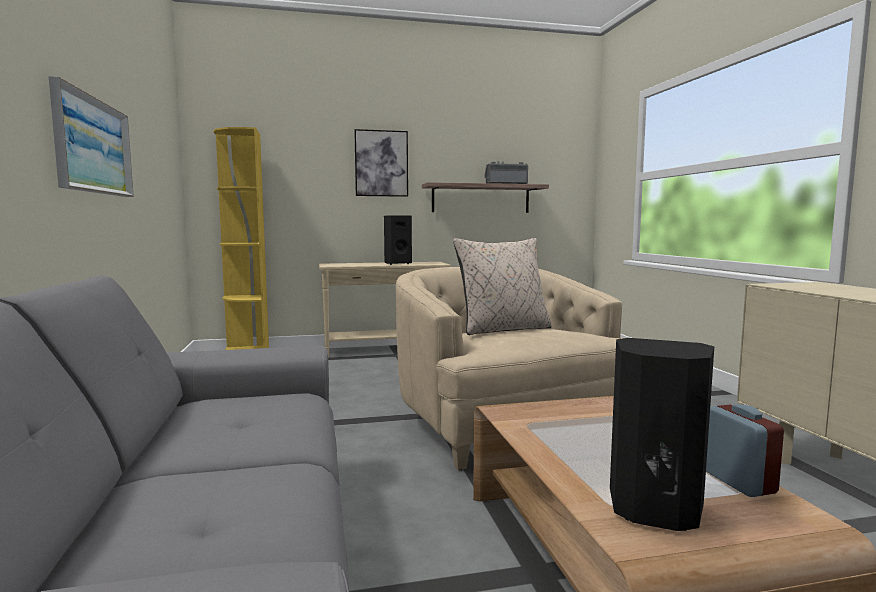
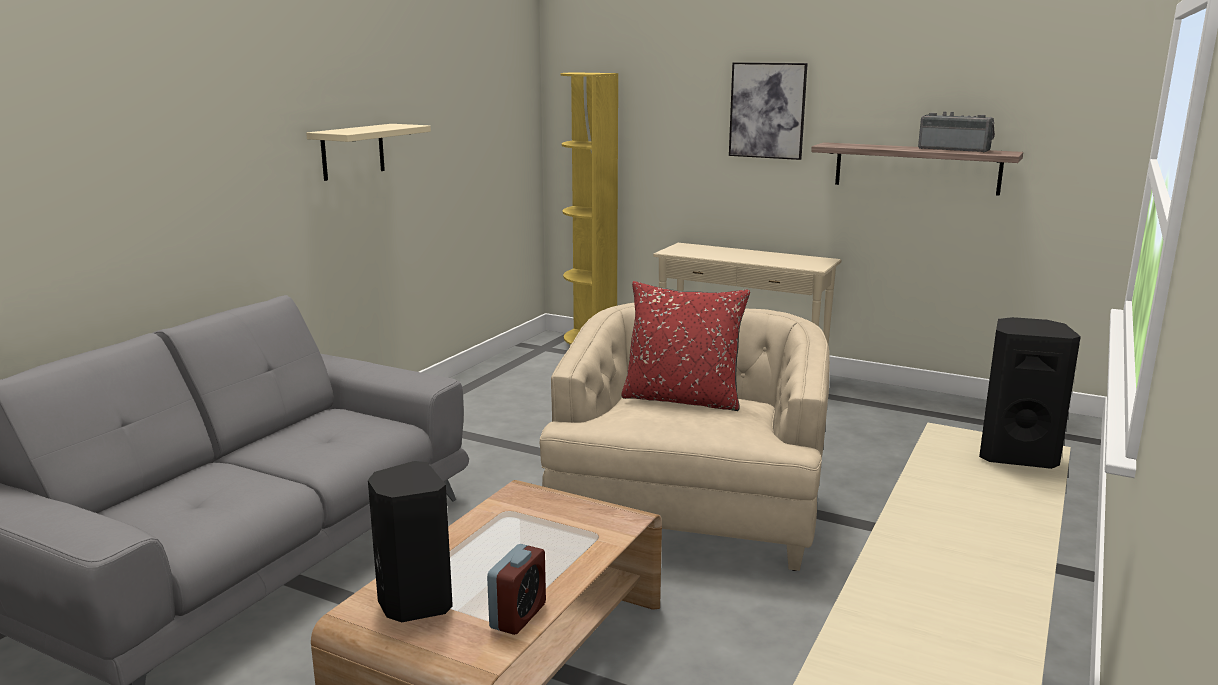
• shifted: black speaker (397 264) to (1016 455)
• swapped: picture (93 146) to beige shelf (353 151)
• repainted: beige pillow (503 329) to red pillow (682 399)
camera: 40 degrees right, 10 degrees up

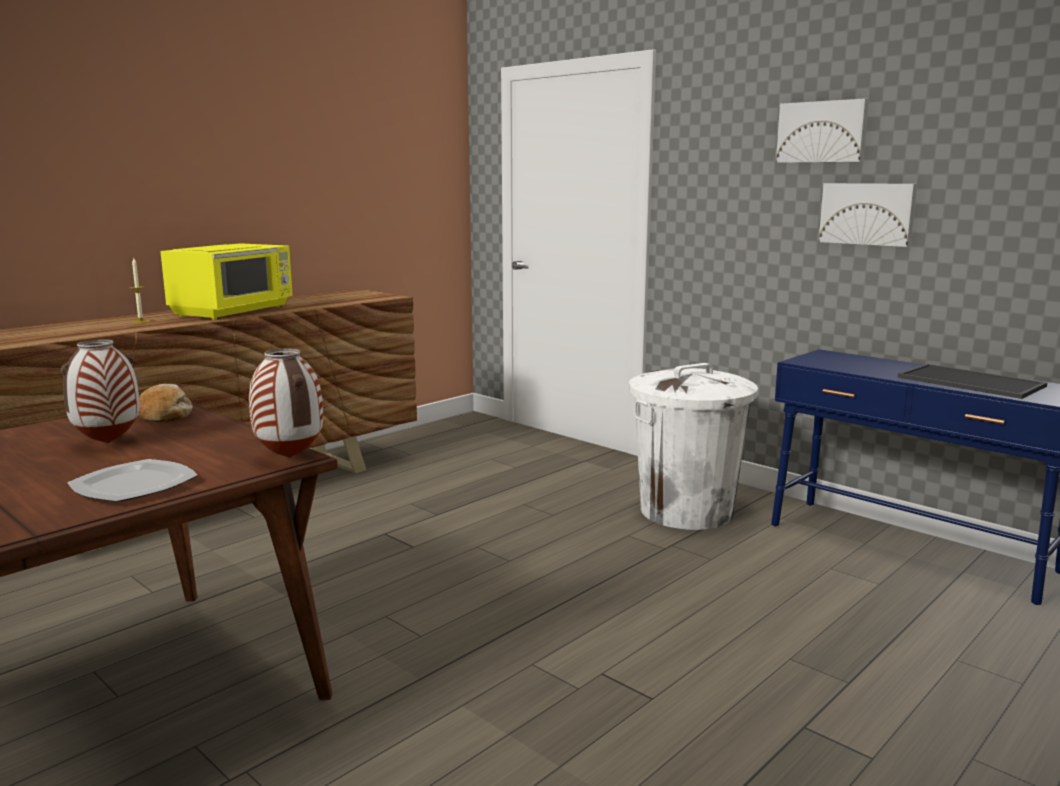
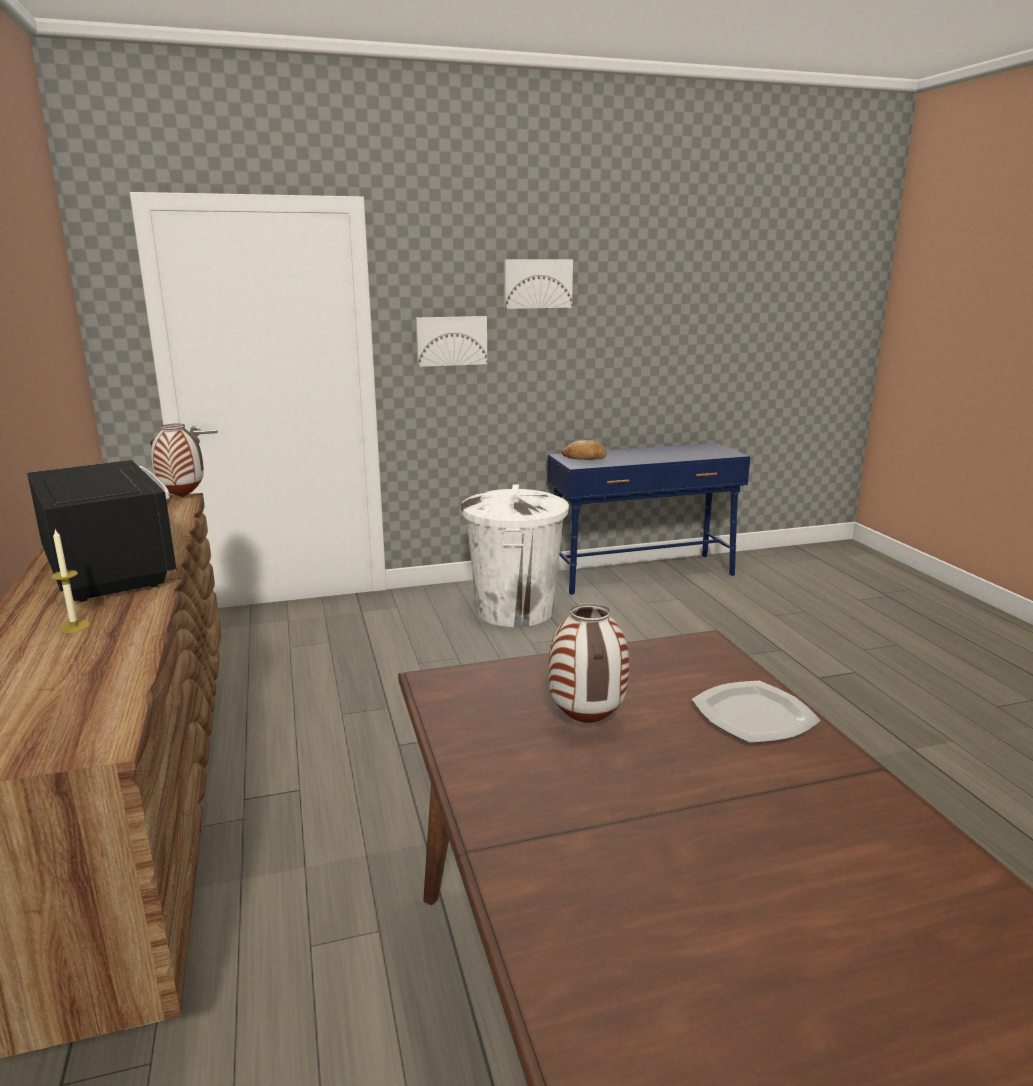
• gone: tray (972 382)
• shifted: bread (165 415) to (584 457)
• shifted: vase (288 457) to (181 497)
• shifted: picture (867 214) to (451 340)
• repainted: yellow microwave (234 311) to black microwave (110 570)
camera: 60 degrees left, 5 degrees up

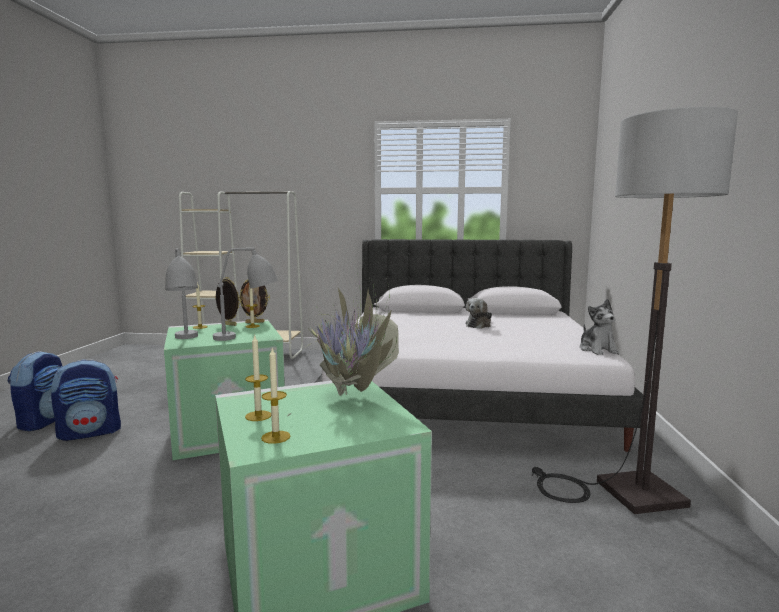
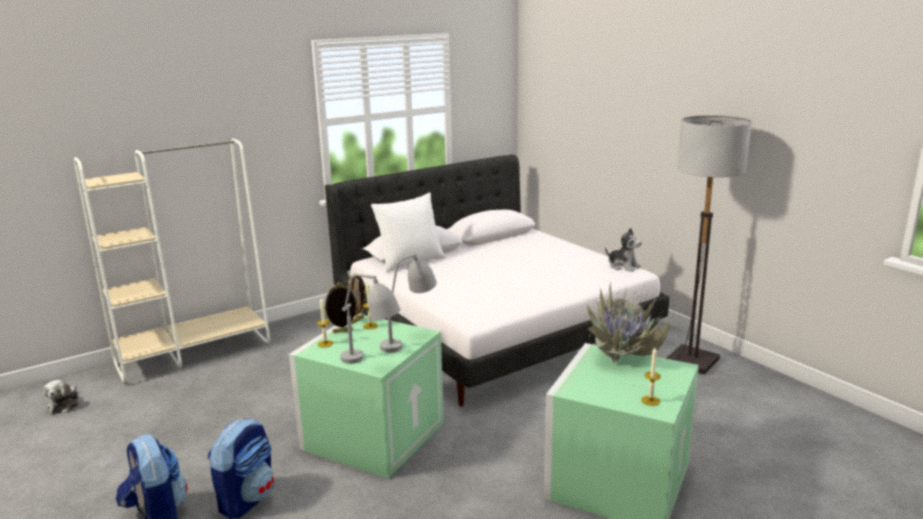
• gone: candle (258 416)
• new: white pillow (410 261)
• shifted: plush toy (479 325) to (65 404)
camera: 40 degrees left, 10 degrees up

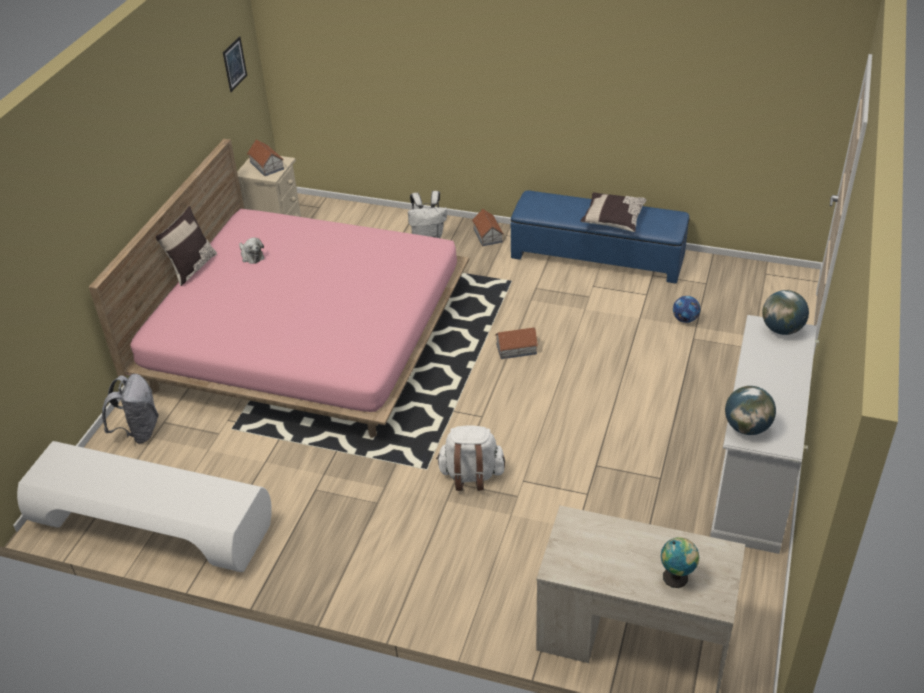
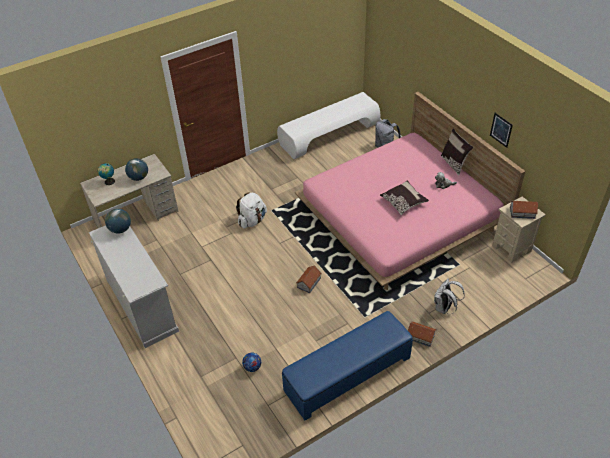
• shifted: picture (234 64) to (501 130)
• shifted: pillow (613 219) to (403 202)
• shifted: globe (782 329) to (139 178)
camera: 130 degrees right, 5 degrees up

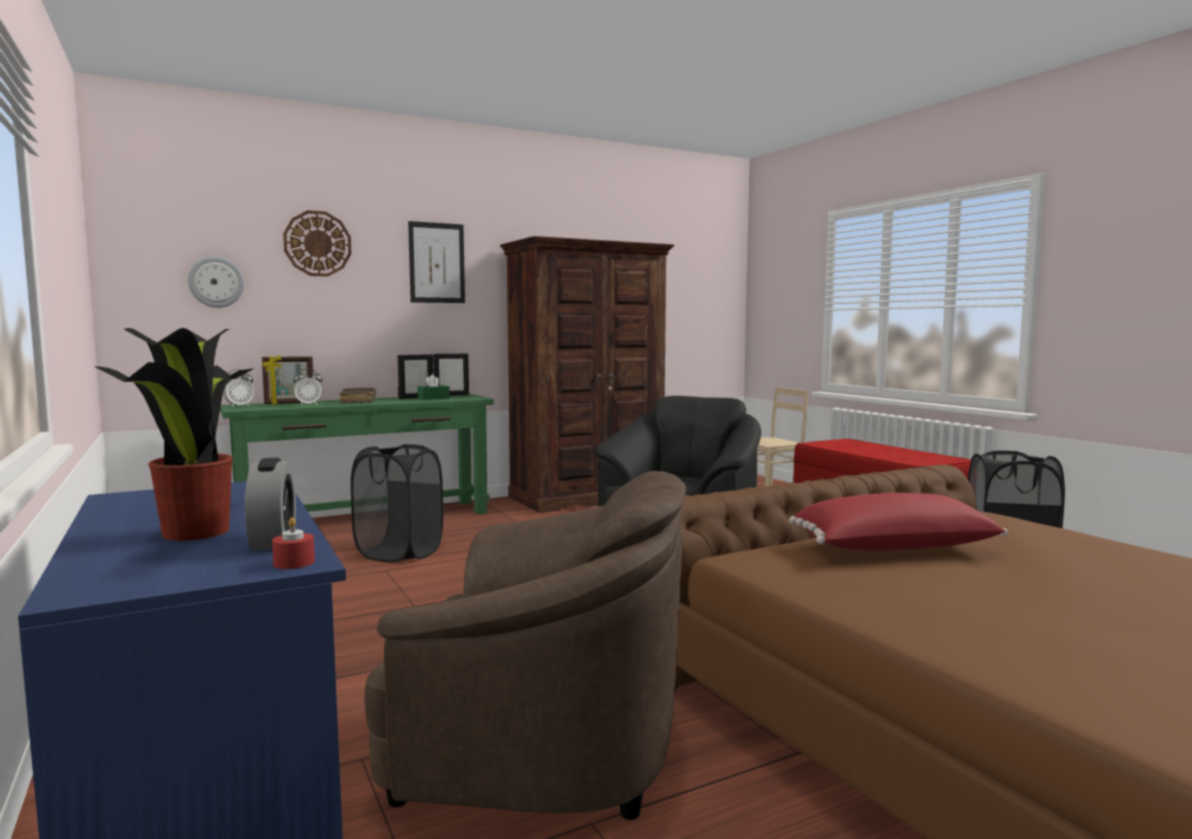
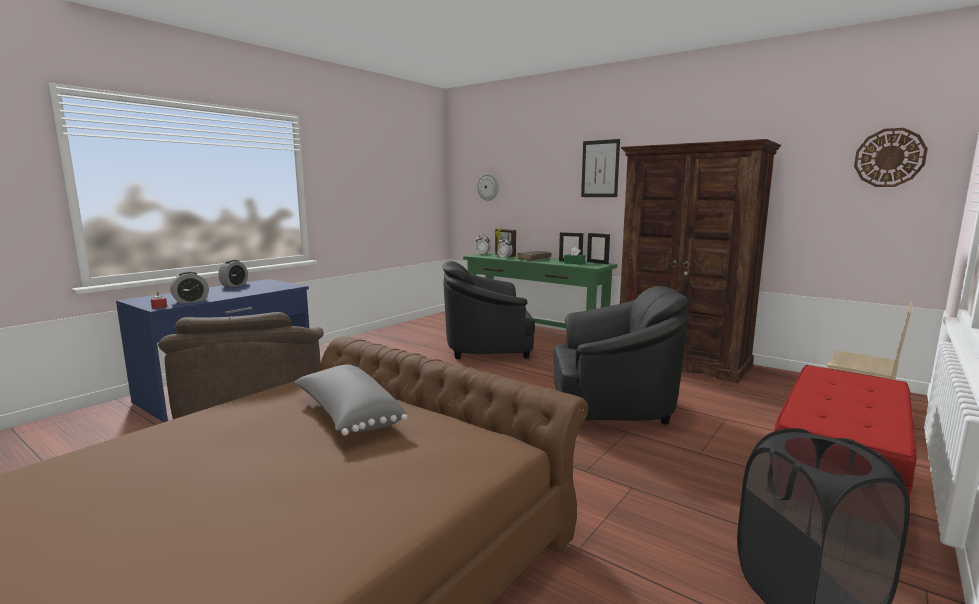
• gone: potted plant (198 531)
• new: alarm clock (234 285)
• shifted: wall clock (317 243) to (889 158)
• swapped: black laundry basket (399 553) to black armchair (488 350)
• repainted: red pillow (895 550) to grey pillow (347 416)
camera: 65 degrees right, 5 degrees up

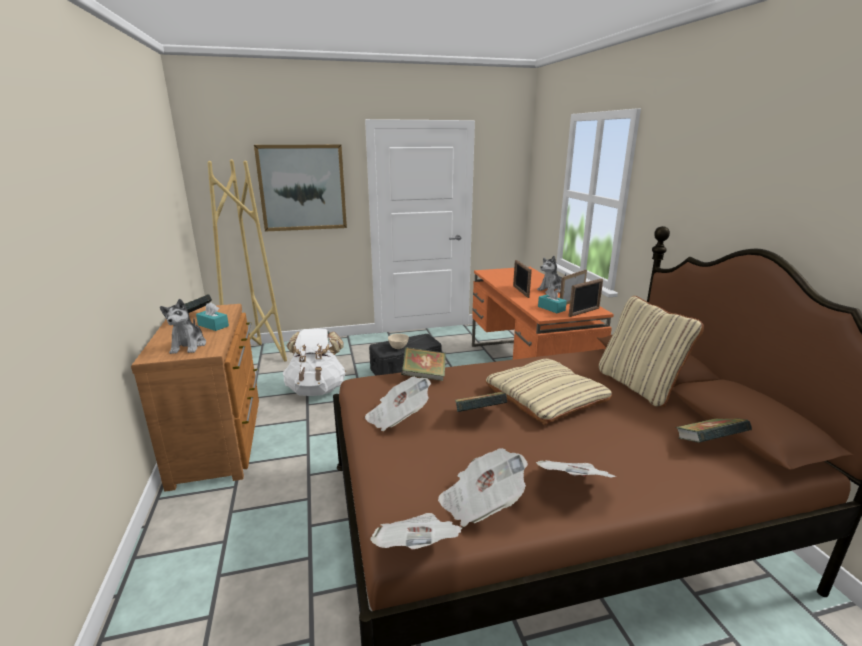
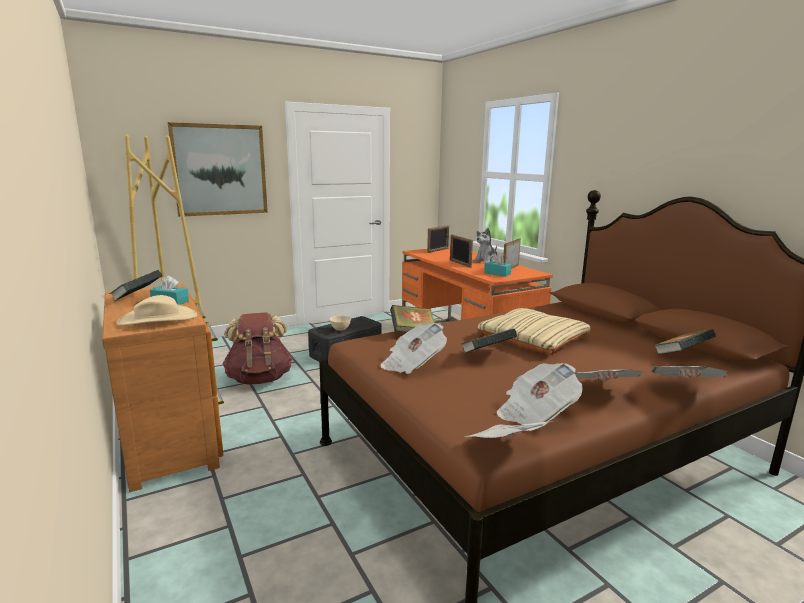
• gone: beige pillow (639 386)
• new: newspaper (683 389)
• shifted: picture frame (584 312) to (438 250)
• swapped: plush toy (188 346) to beige hat (158 319)
• repainted: white backpack (316 389) to brown backpack (259 379)
camera: 15 degrees left, 5 degrees down

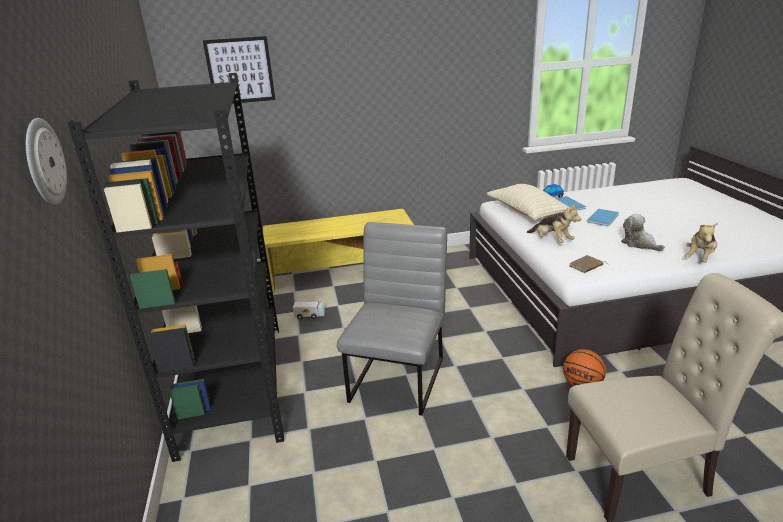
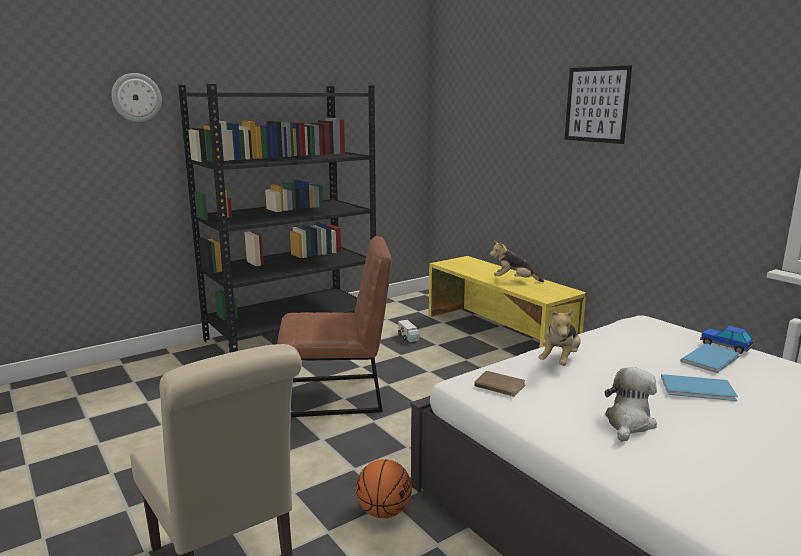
• gone: beige pillow (526 212)
• shifted: picture (240 70) to (596 104)
• shifted: plush toy (699 258) to (514 281)
• repainted: grey chair (399 377) to brown chair (337 396)
camera: 65 degrees right, 10 degrees down

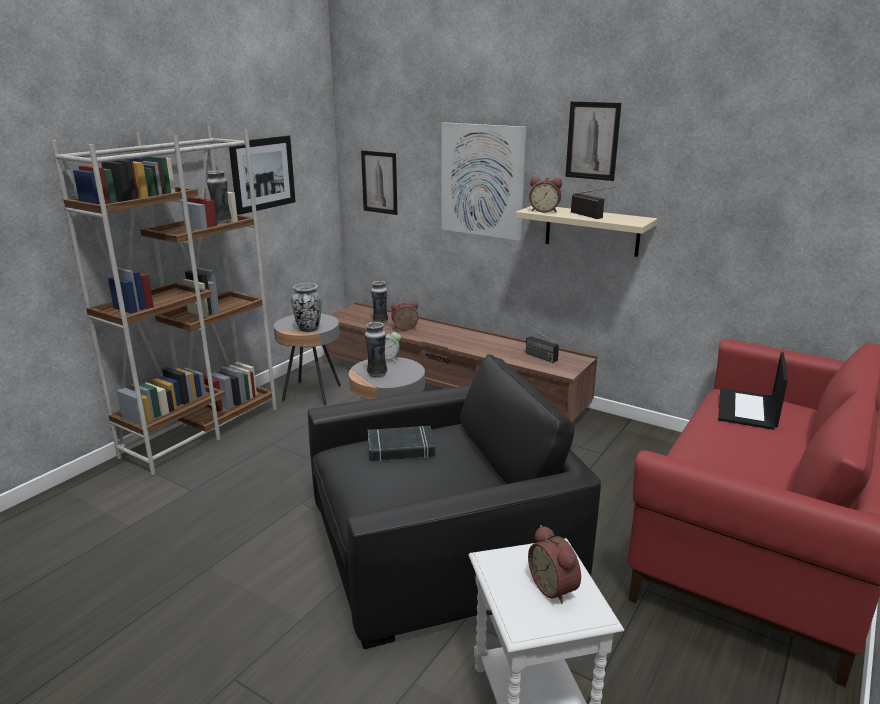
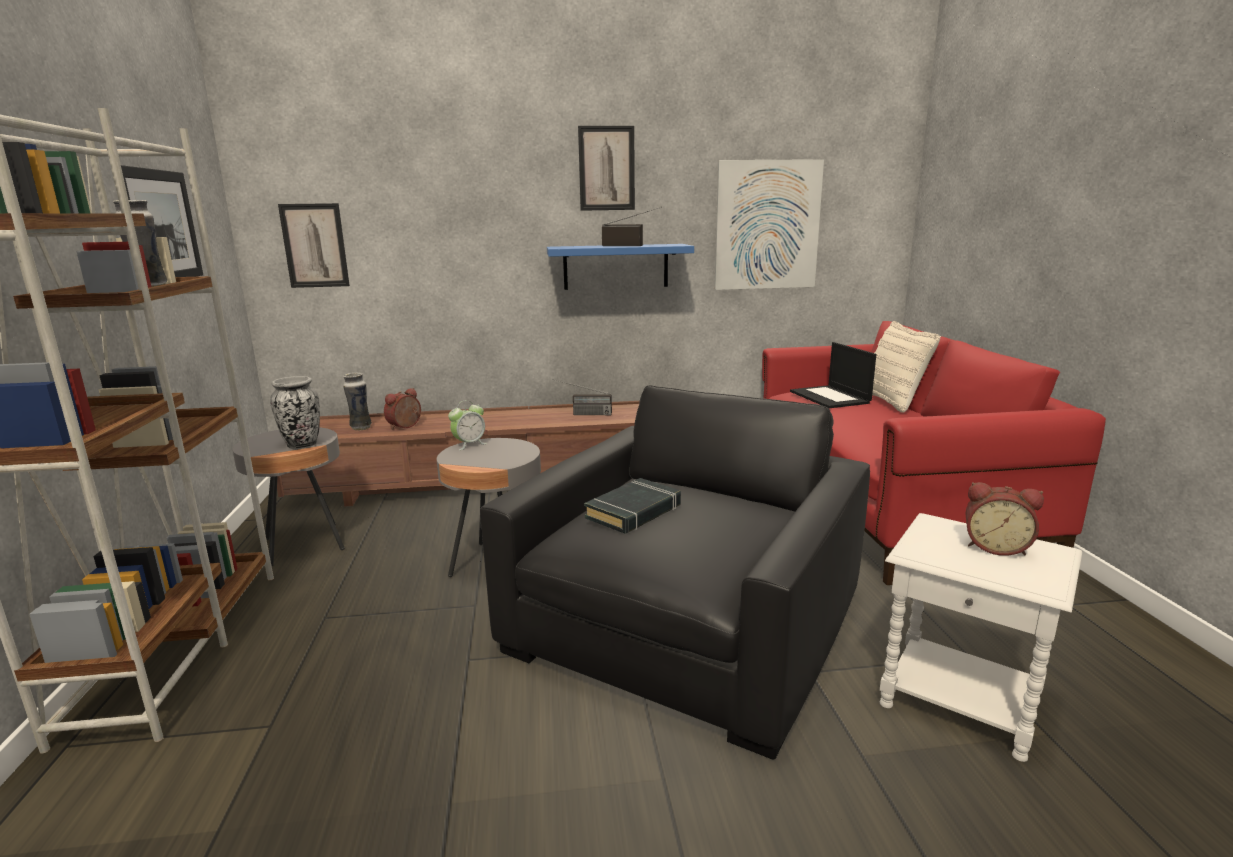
• gone: vase (377 374)
• gone: alarm clock (544 210)
• new: beige pillow (893 402)
• shifted: picture (482 181) to (767 225)
• repainted: beige shelf (592 230) to blue shelf (616 266)
camera: 40 degrees left, 5 degrees down

